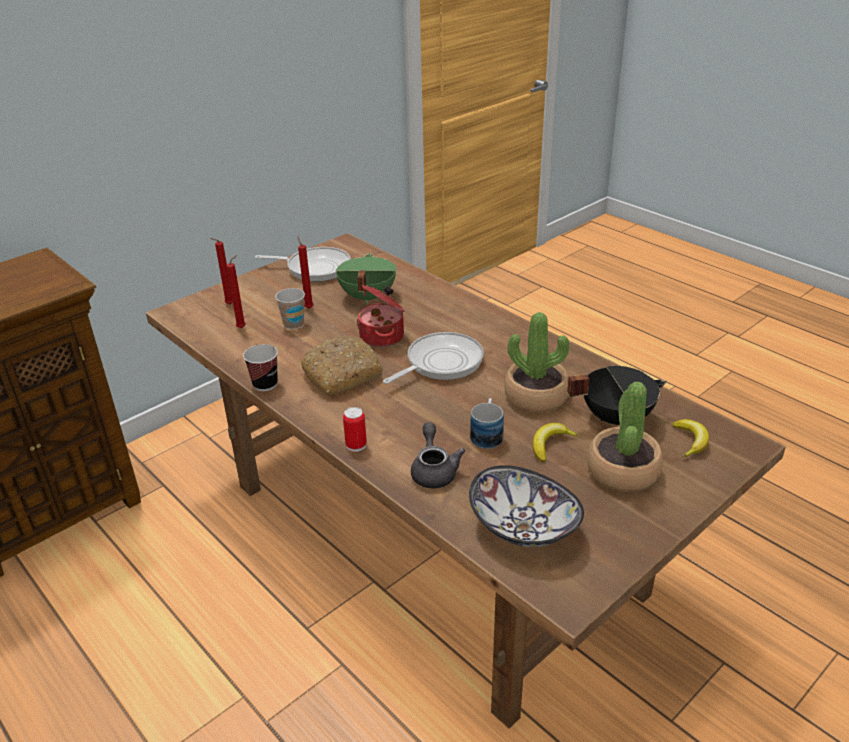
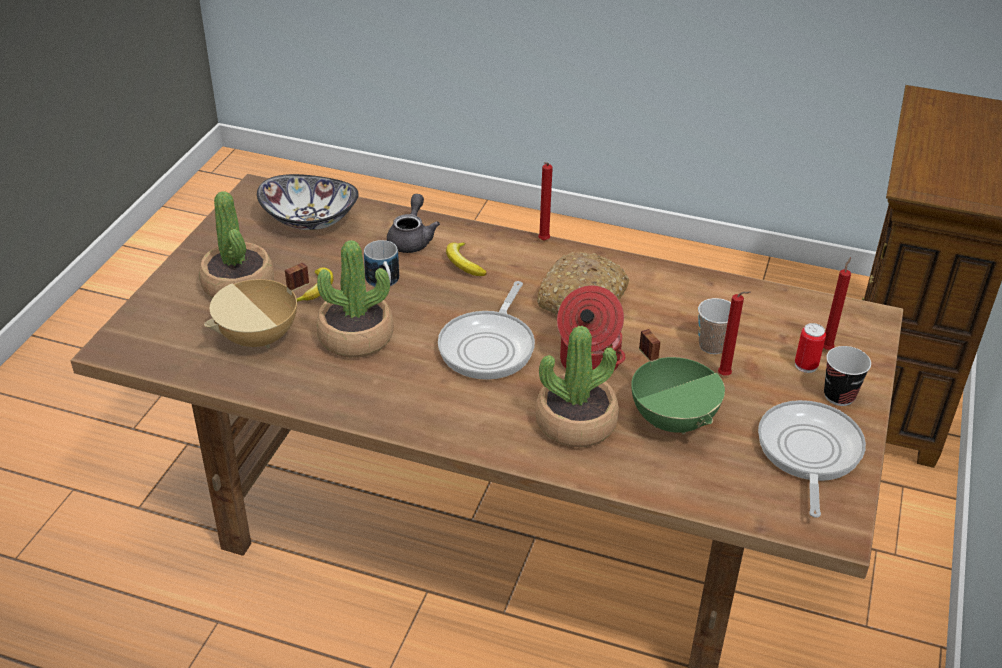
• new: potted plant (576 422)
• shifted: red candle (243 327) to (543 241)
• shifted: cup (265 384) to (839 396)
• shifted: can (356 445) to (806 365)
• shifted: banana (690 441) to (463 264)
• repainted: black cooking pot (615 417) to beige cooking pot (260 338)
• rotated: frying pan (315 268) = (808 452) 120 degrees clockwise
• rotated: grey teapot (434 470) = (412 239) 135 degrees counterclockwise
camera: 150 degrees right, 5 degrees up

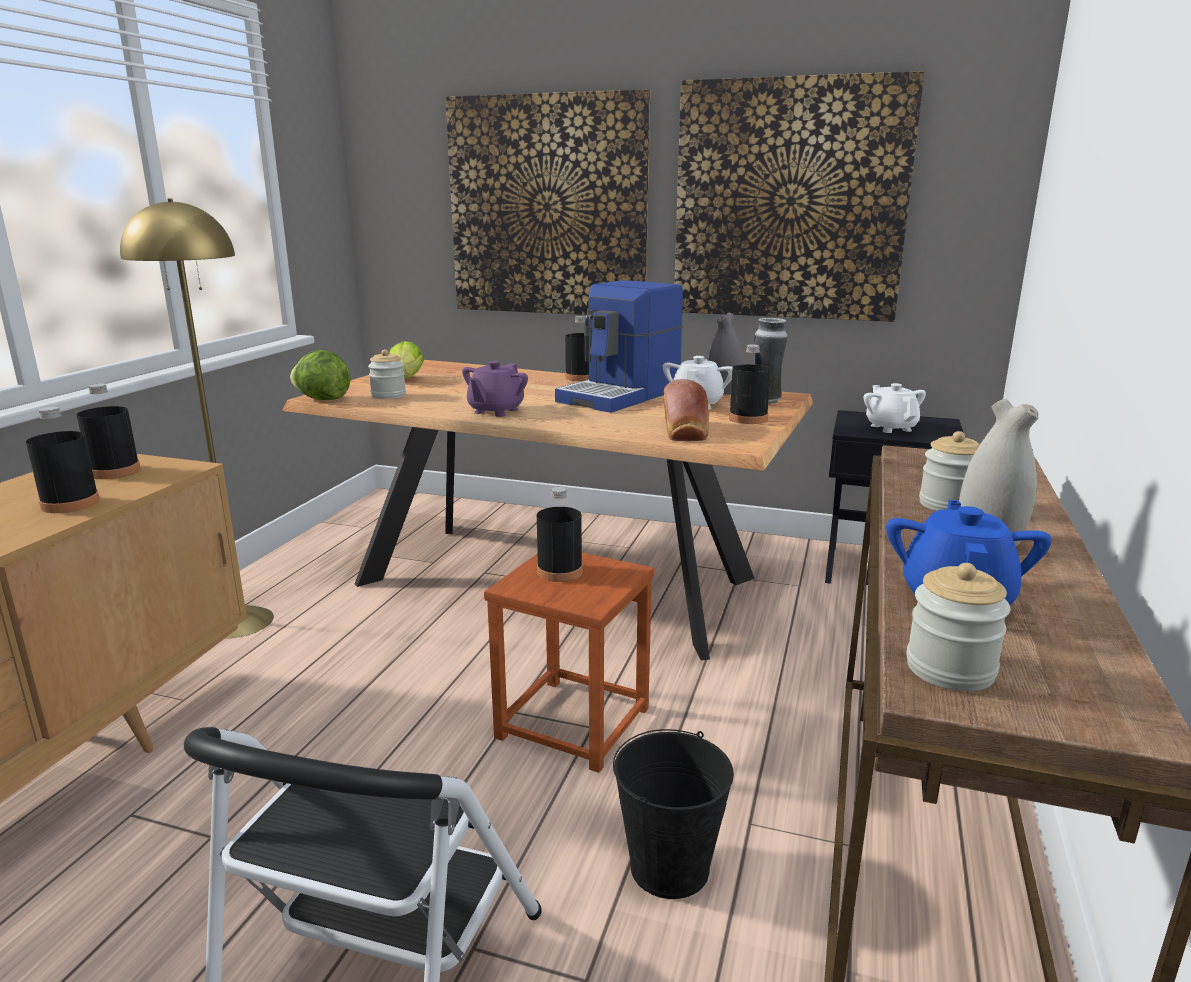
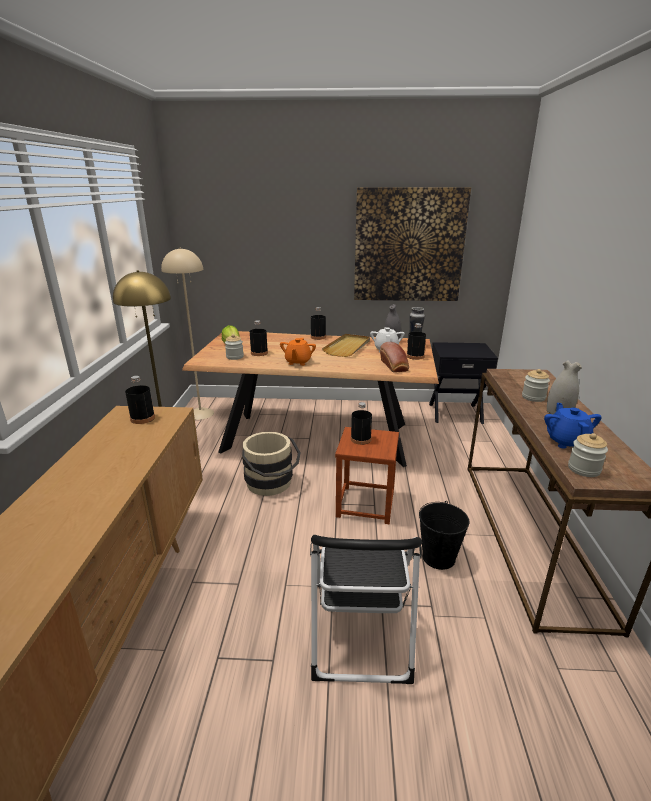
• gone: lettuce (322 399)
• gone: picture (548 207)
• gone: white teapot (890 428)
• new: beige floor lamp (200 413)
• new: beige bucket (271 485)
• shifted: black bottle (70 504) to (259 353)
• swapped: coffee machine (621 395) to beige tray (348 347)
• repainted: purple teapot (495 411) to orange teapot (298 362)
camera: 15 degrees left, 5 degrees up

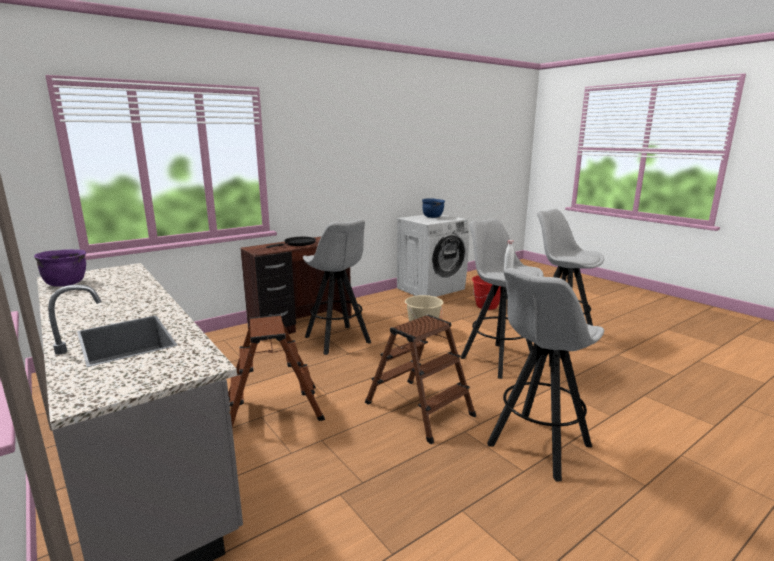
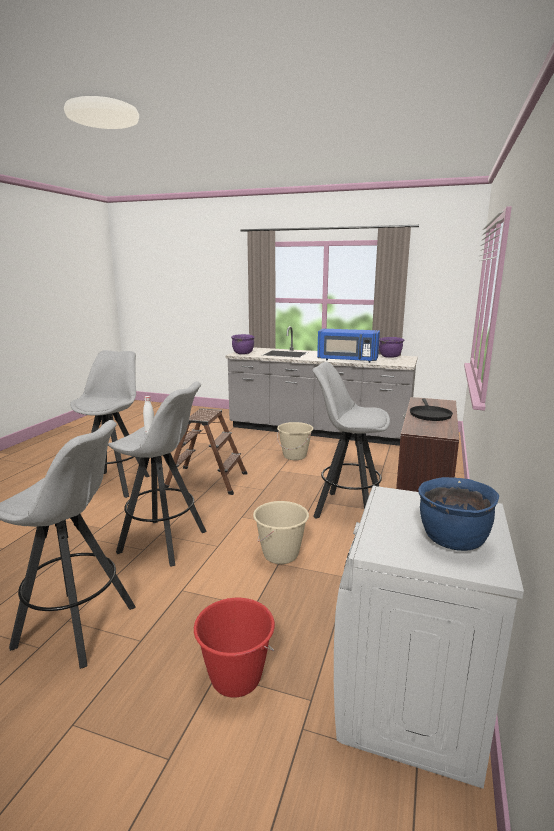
• new: purple cooking pot (243 353)
• new: blue microwave (347 360)
• swapped: brown step ladder (273 409) to beige bucket (295 456)
camera: 145 degrees right, 0 degrees up

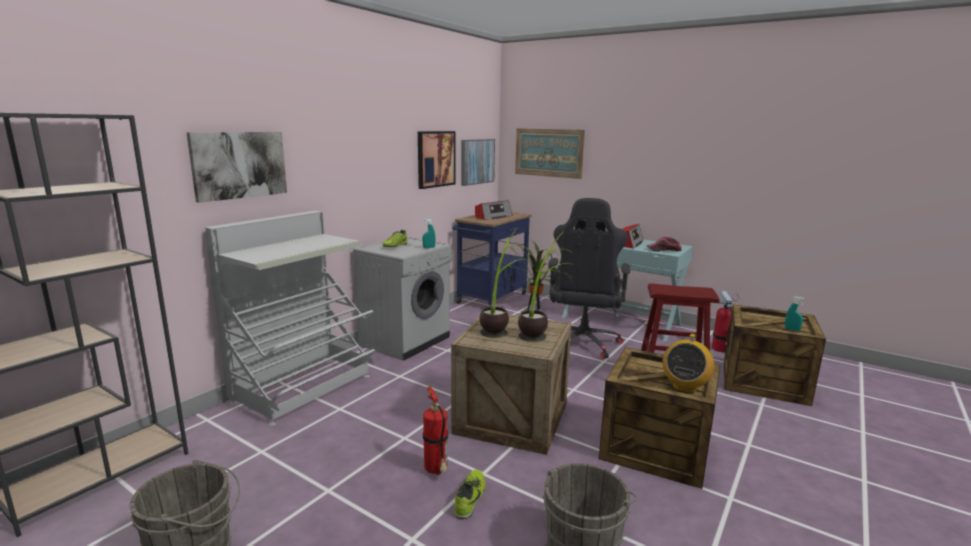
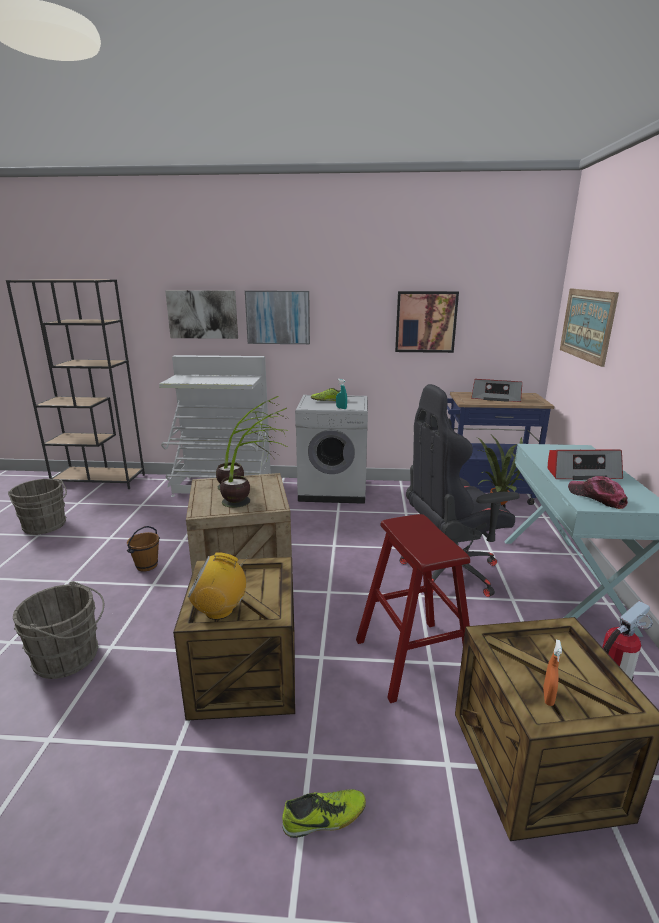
• shifted: shoe (470 498) to (324 818)
• shifted: picture (477 161) to (278 317)
• swapped: fire extinguisher (437 471) to brown bucket (146 565)
• repainted: turquoise spray bottle (792 329) to orange spray bottle (548 697)
camera: 60 degrees right, 5 degrees up

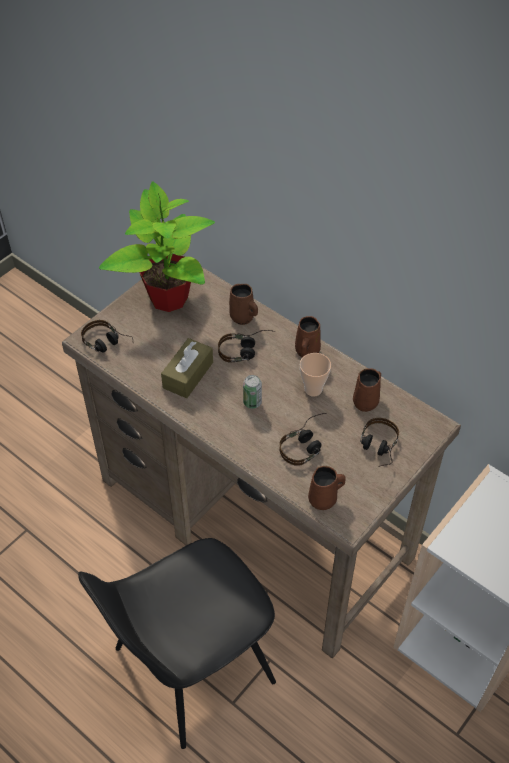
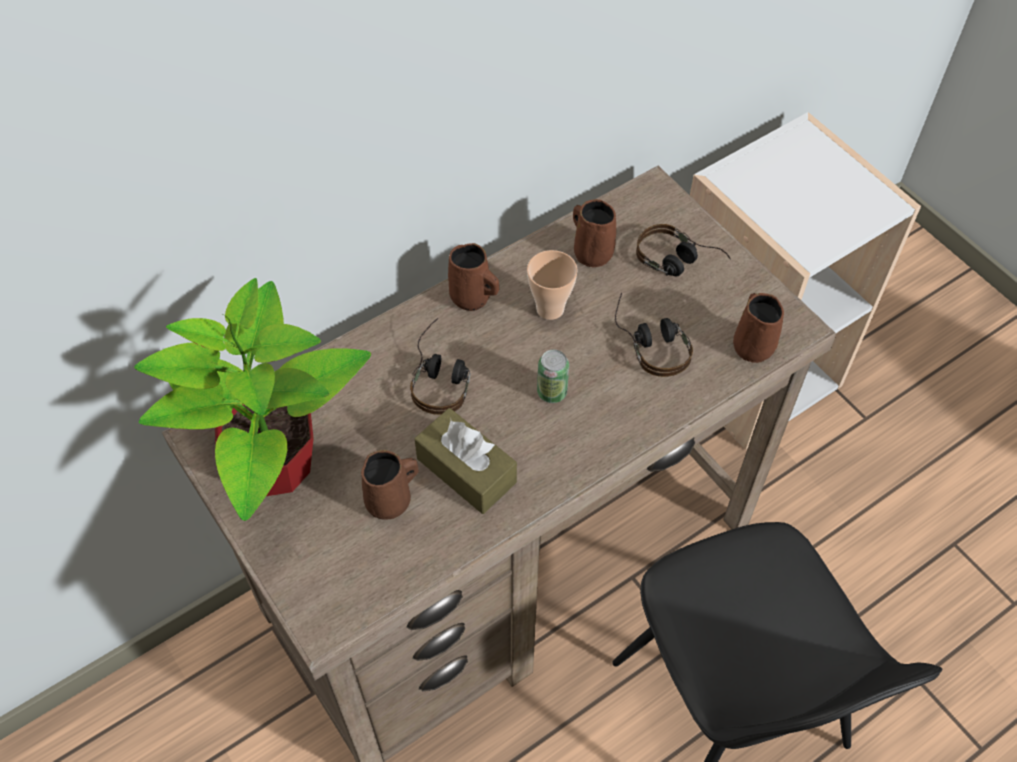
• gone: headphones (108 344)
• shifted: brown mug (243 318) to (391 501)
camera: 75 degrees left, 5 degrees up

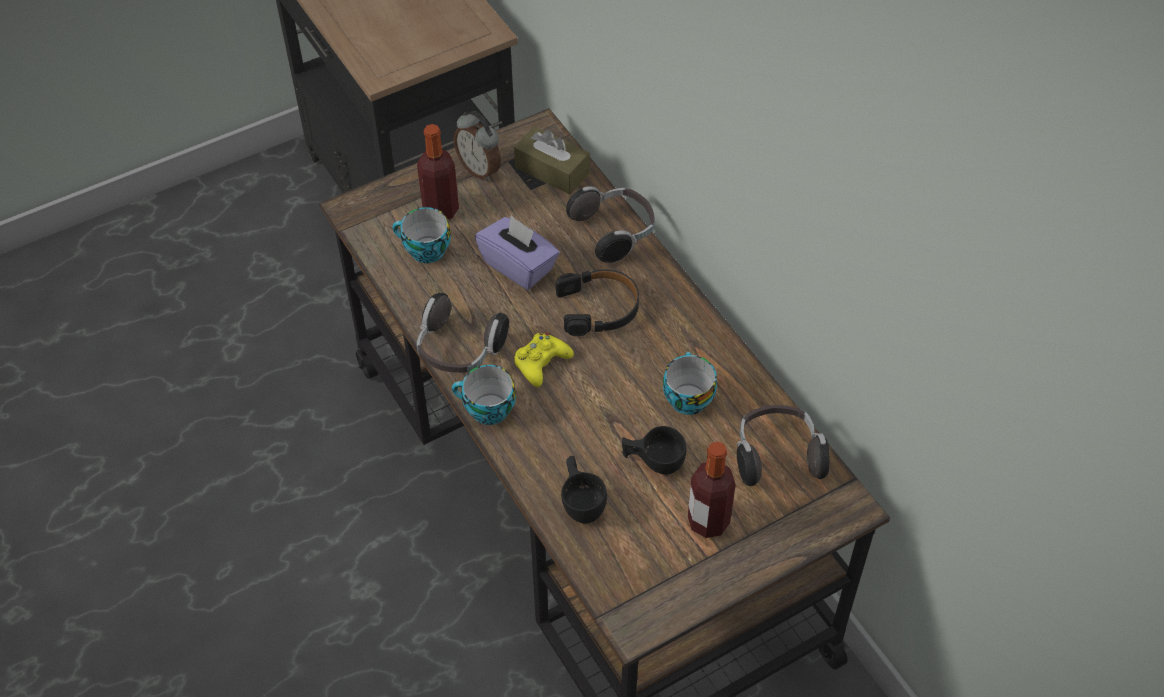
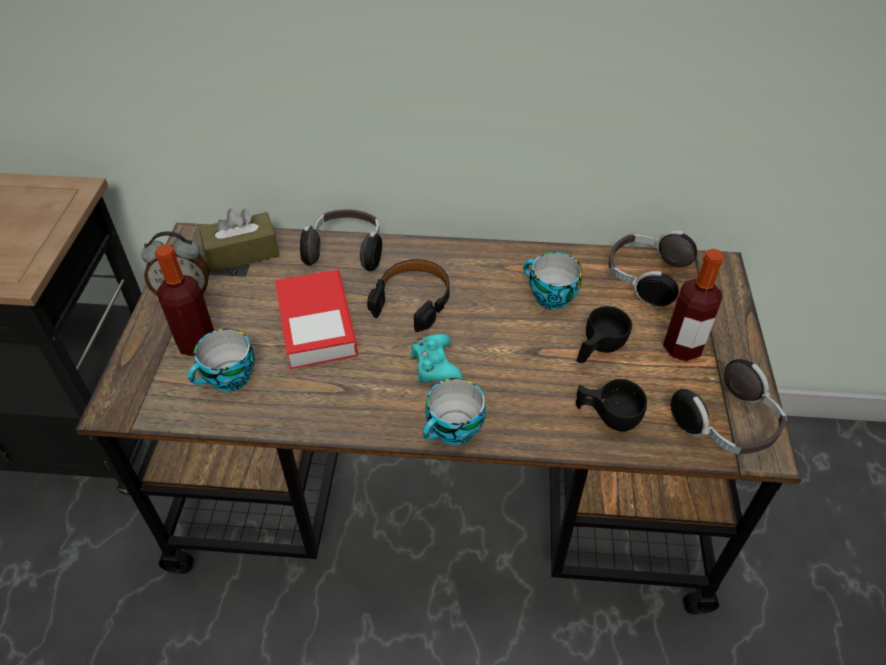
• shifted: headphones (459 350) to (727 426)
• swapped: purple tissue box (519 266) to book (317 325)
• repainted: yellow game controller (541 363) to turquoise game controller (435 365)
camera: 55 degrees left, 5 degrees down

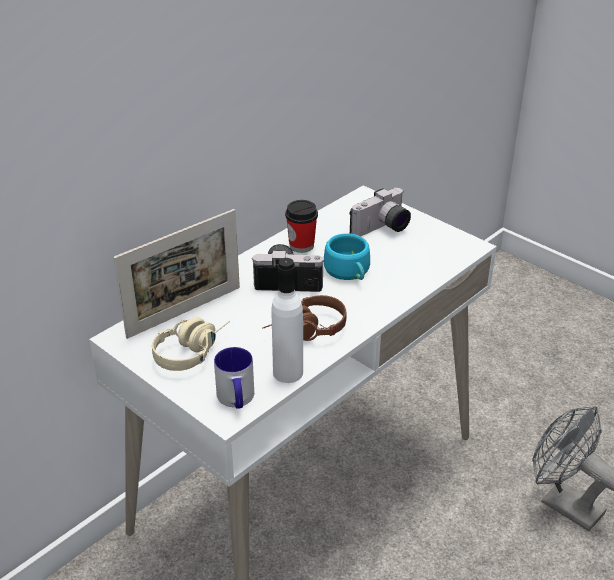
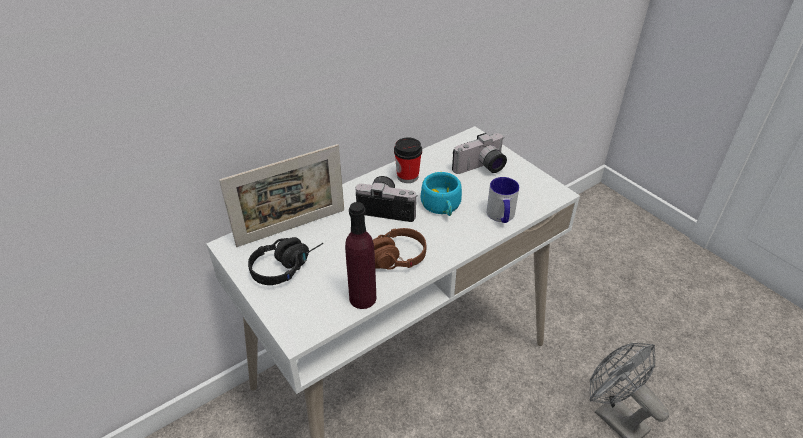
• shifted: mug (236 399) to (501 216)
• repainted: beige headphones (192 350) to black headphones (287 265)
• repainted: white bottle (288 372) to purple bottle (362 298)
camera: 10 degrees right, 5 degrees up

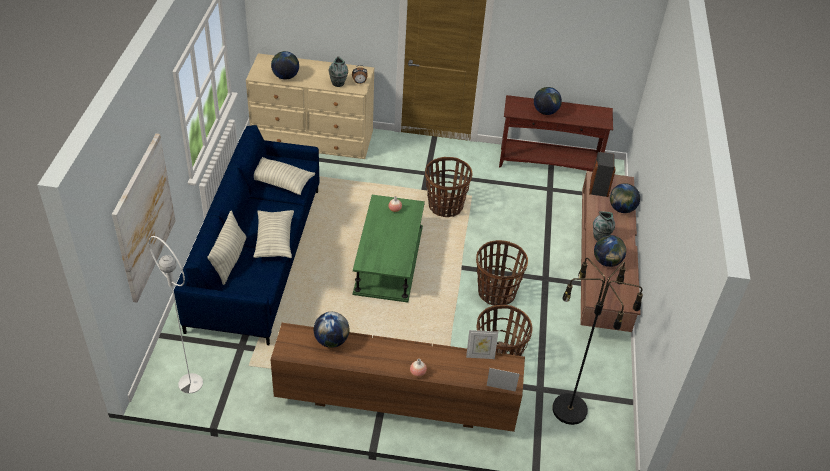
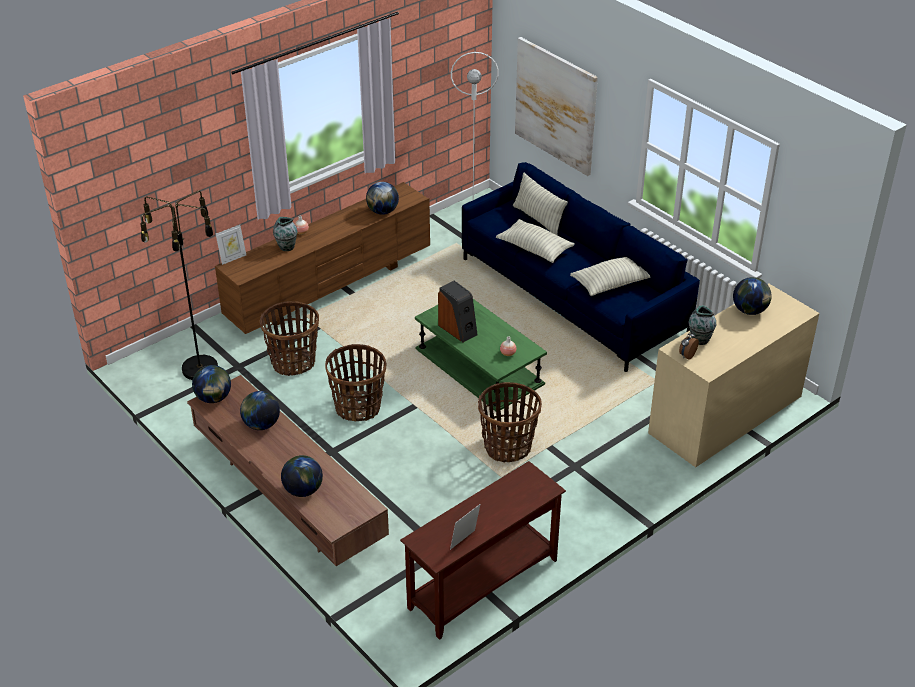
• shifted: picture frame (480 355) to (465 541)
• shifted: globe (545 111) to (214 398)
• shifted: speaker (598 186) to (458 329)
• shifted: vase (600 237) to (286 247)
camera: 135 degrees right, 5 degrees down

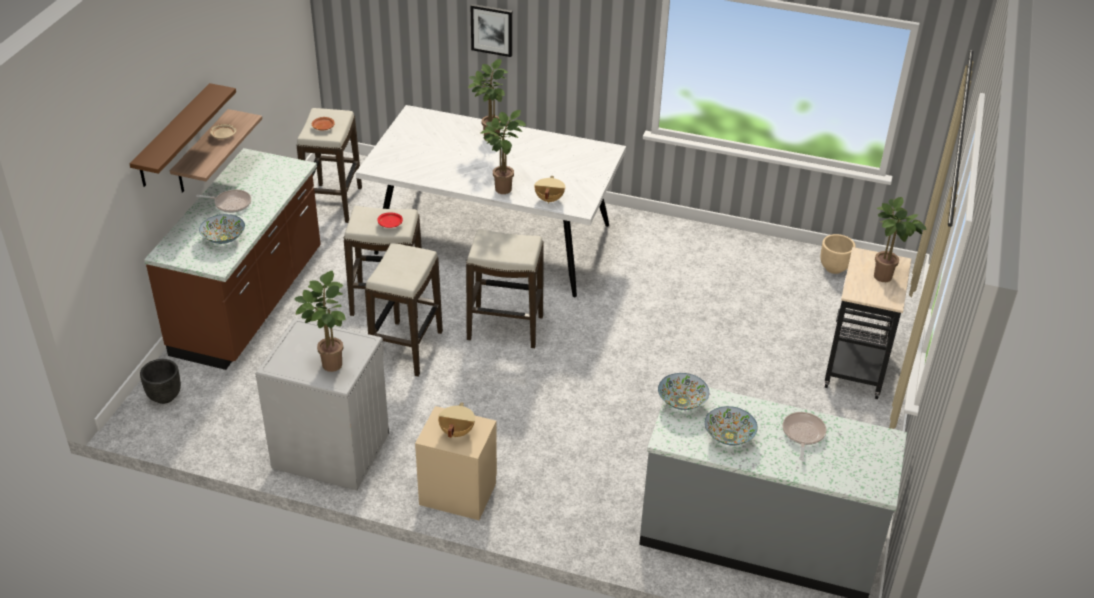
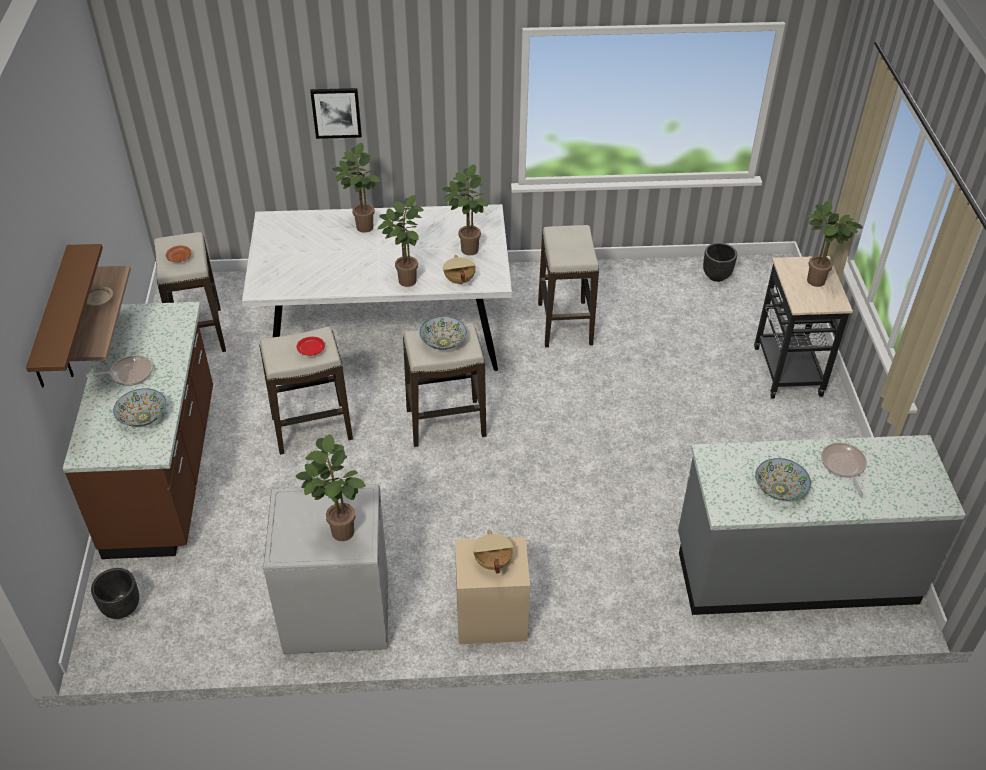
• new: potted plant (467 248)
• shifted: stool (407 349) to (565 324)
• shifted: bowl (682 401) to (443 342)
• repainted: beige planter (833 268) to black planter (716 276)
camera: 20 degrees left, 5 degrees up

